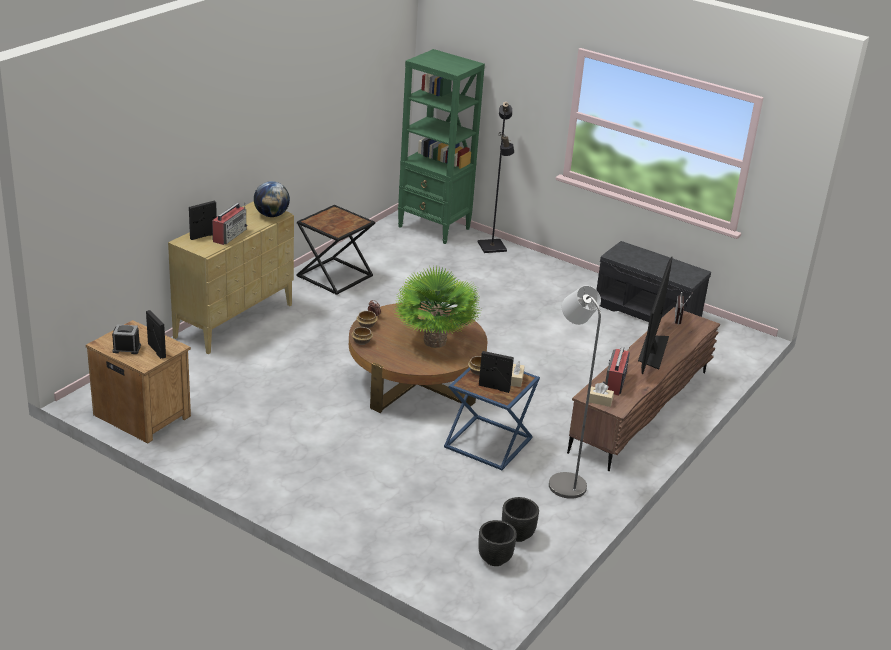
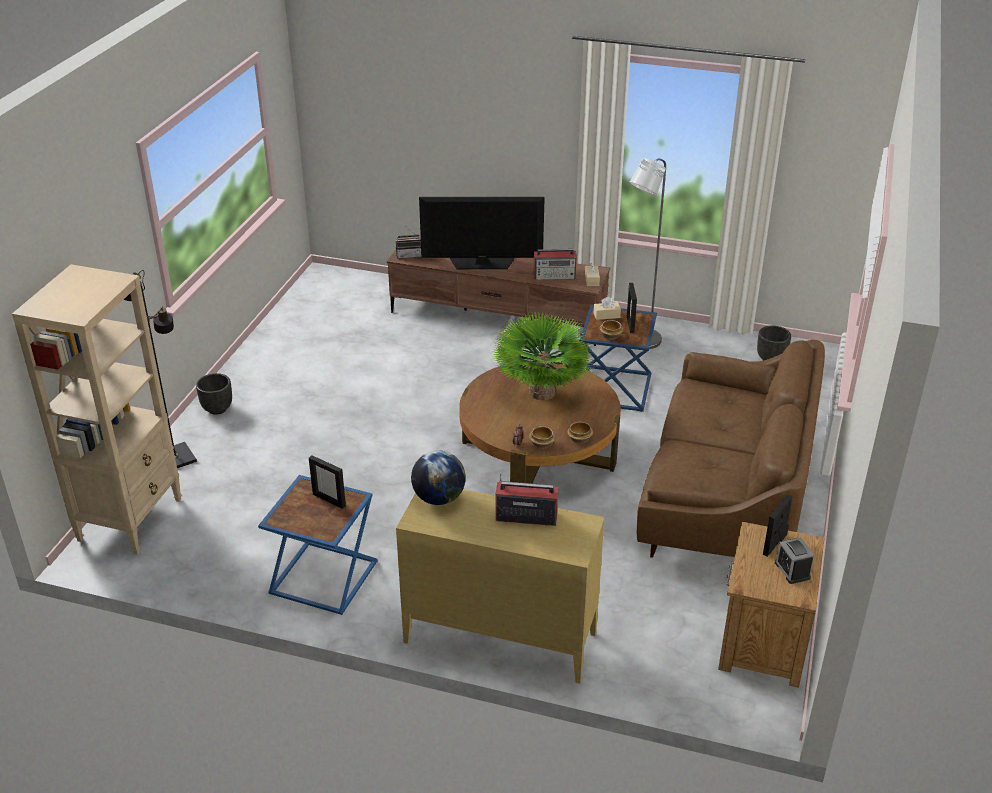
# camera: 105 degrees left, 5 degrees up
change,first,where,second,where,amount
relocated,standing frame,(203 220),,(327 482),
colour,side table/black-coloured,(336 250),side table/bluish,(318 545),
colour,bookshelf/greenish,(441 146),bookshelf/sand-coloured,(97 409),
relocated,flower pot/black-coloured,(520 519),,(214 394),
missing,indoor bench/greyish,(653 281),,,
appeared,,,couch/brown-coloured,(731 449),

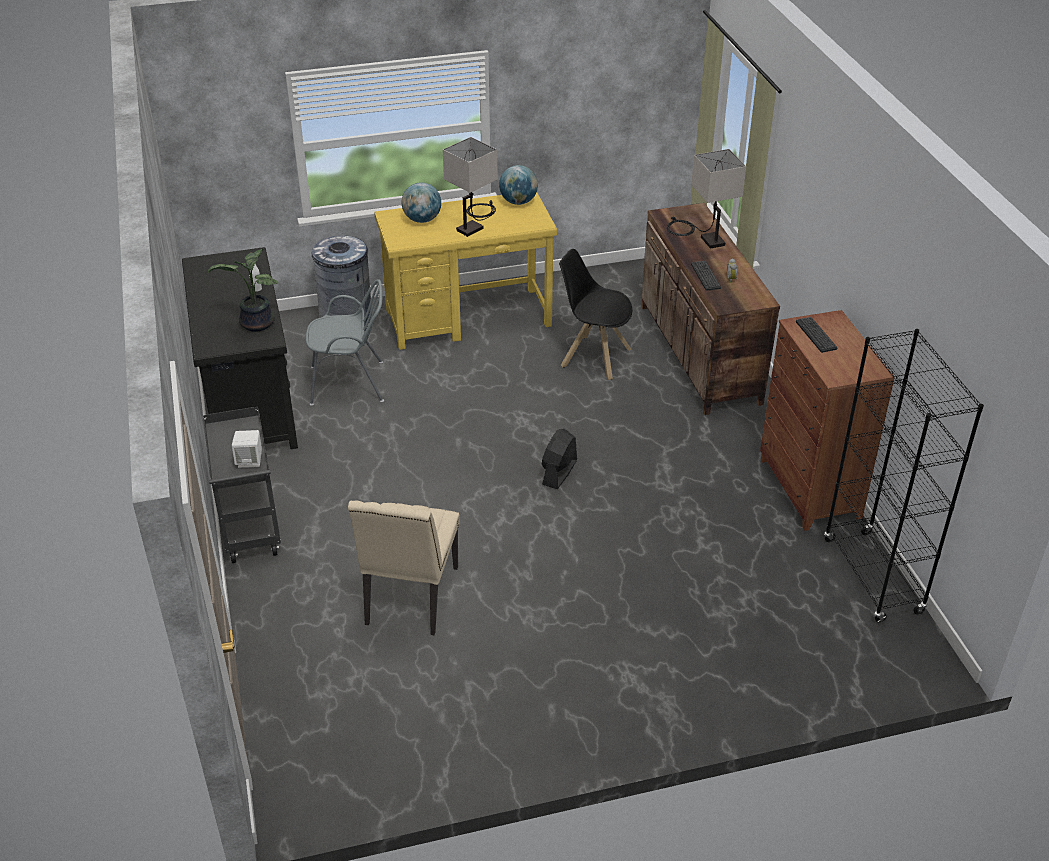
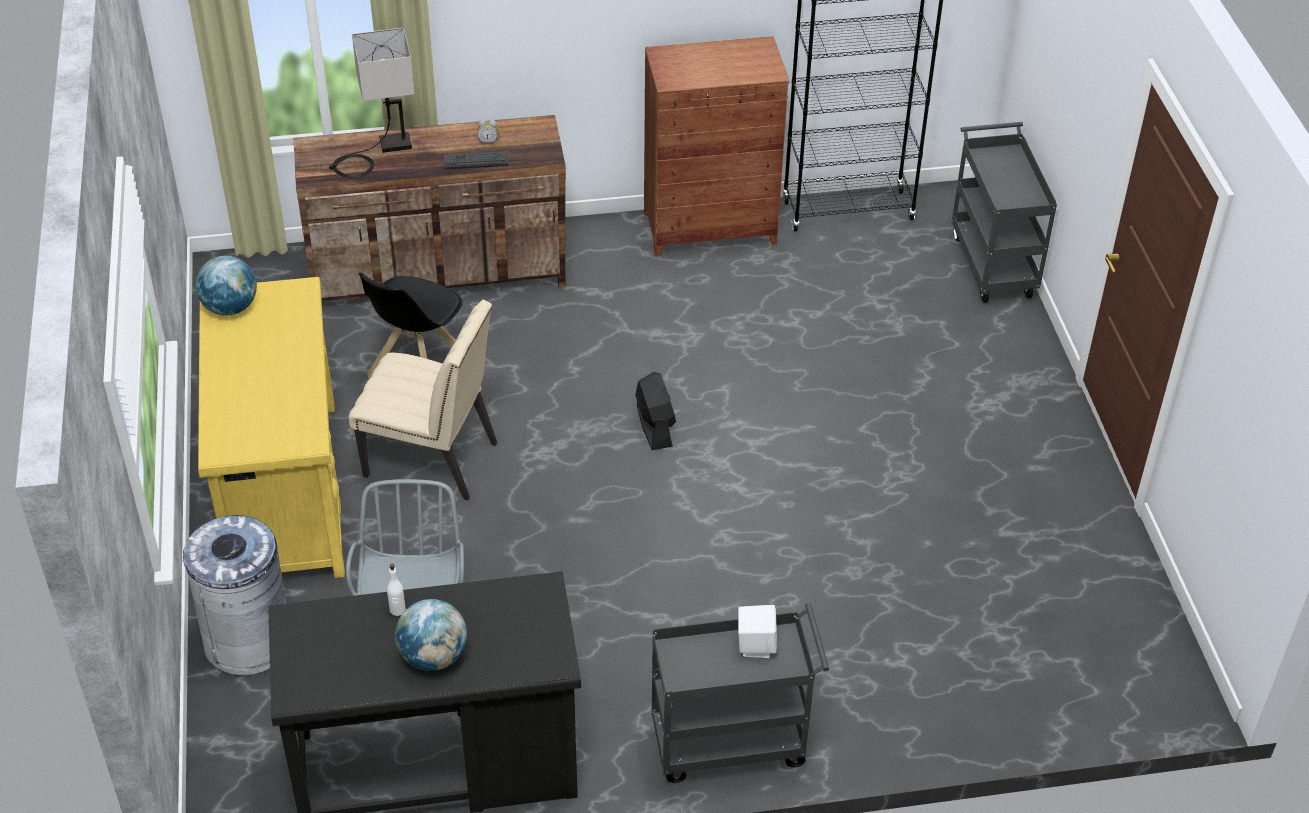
# camera: 85 degrees left, 5 degrees up
change,first,where,second,where,amount
missing,potted plant,(243 290),,,
relocated,plain chair/sand-coloured,(404 568),,(423 400),
relocated,desk globe,(421 203),,(431 635),
missing,table lamp,(470 187),,,
spun,cooling fan/black-coloured,(559 459),,(655 411),135 degrees counterclockwise
missing,PC keyboard,(817 335),,,
appeared,,,trolley/greyish,(1004 212),

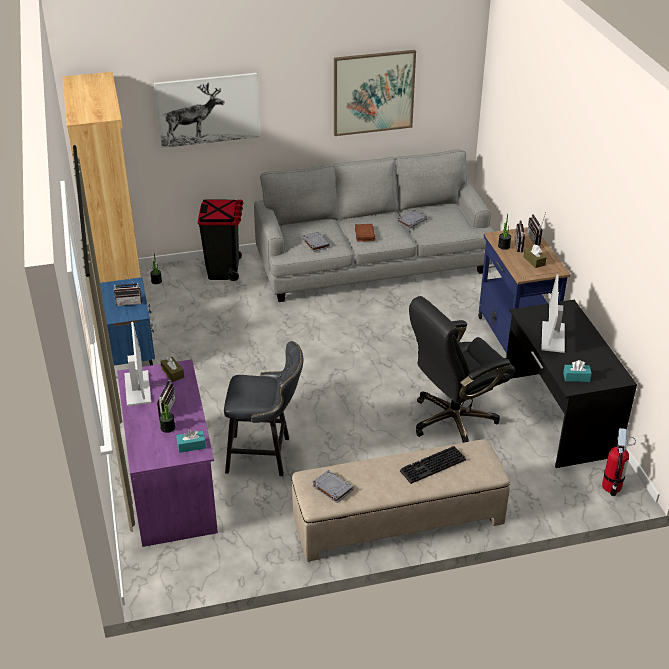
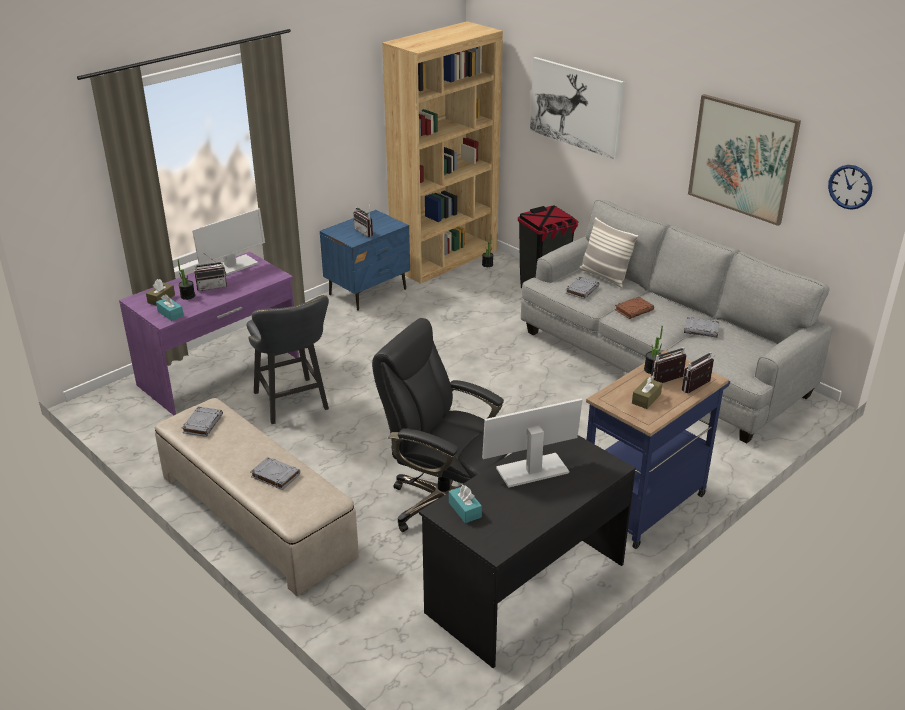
# camera: 60 degrees right, 5 degrees down
change,first,where,second,where,amount
relocated,box of tissues/brown-coloured,(172 369),,(160 292),
exchanged,PC keyboard,(433 465),bound book/greyish,(275 473),
missing,fire extinguisher,(619 462),,,
appeared,,,pillow,(608 252),
appeared,,,clock on the wall,(850 187),

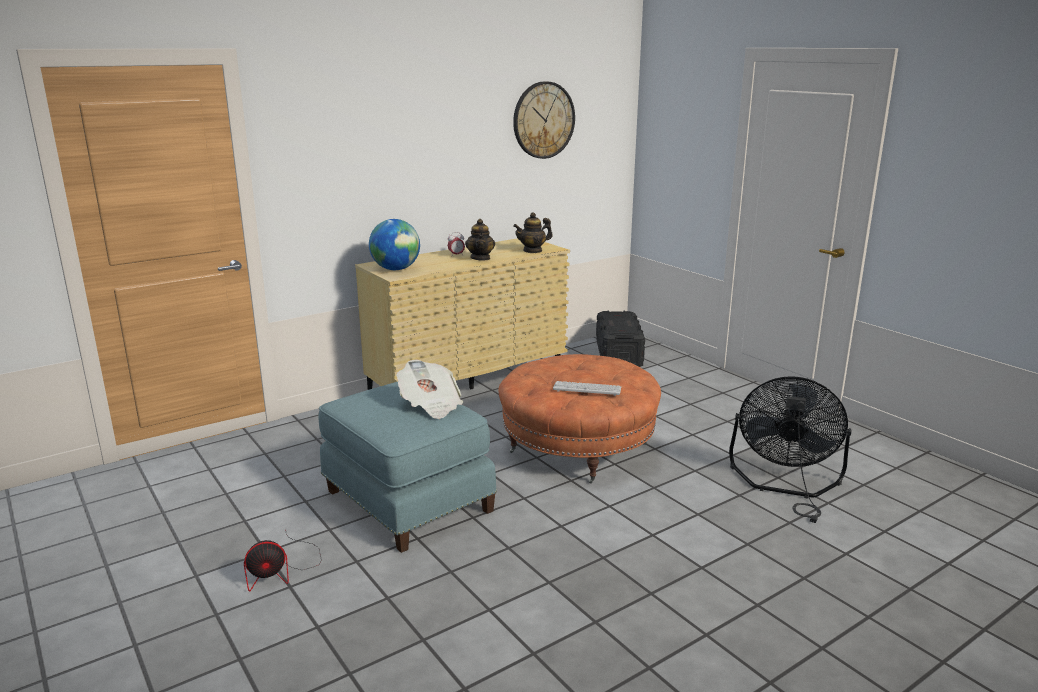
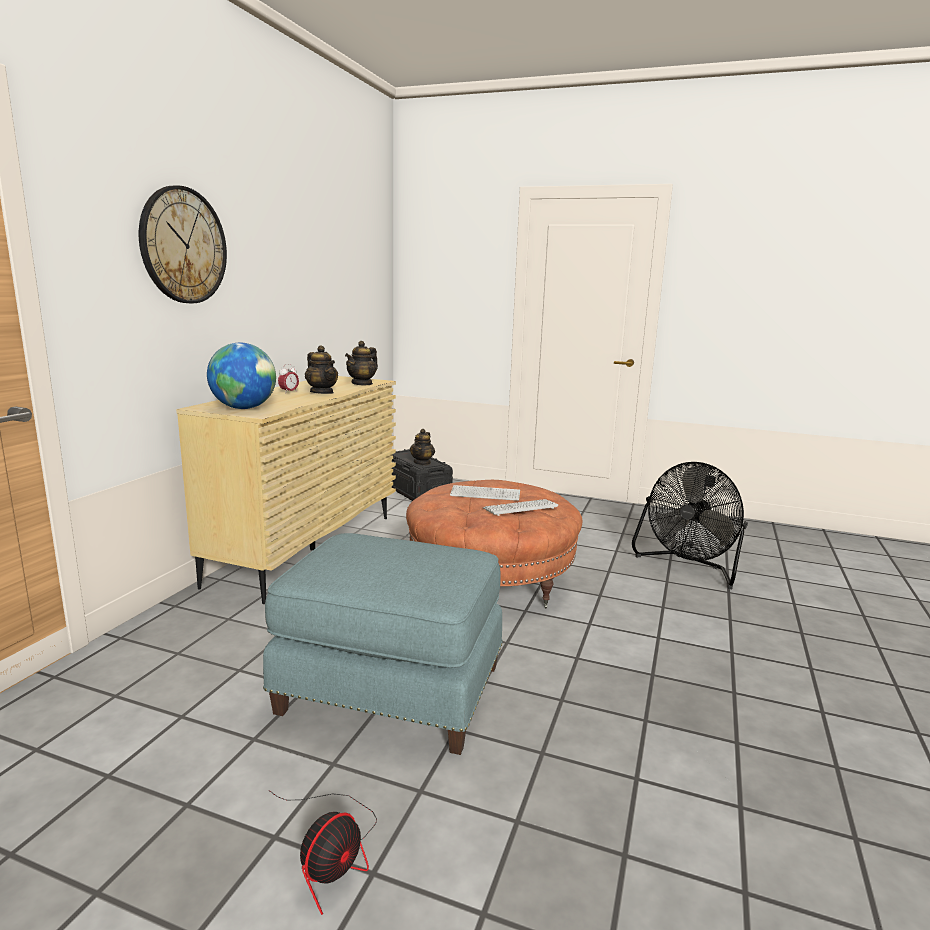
# camera: 35 degrees left, 5 degrees down
change,first,where,second,where,amount
missing,daily paper,(430 389),,,
relocated,clock on the wall,(544 120),,(183 244),
spun,cooling fan/black-coloured,(790 450),,(690 525),120 degrees counterclockwise
appeared,,,teapot,(422 447),
appeared,,,PC keyboard,(485 493),

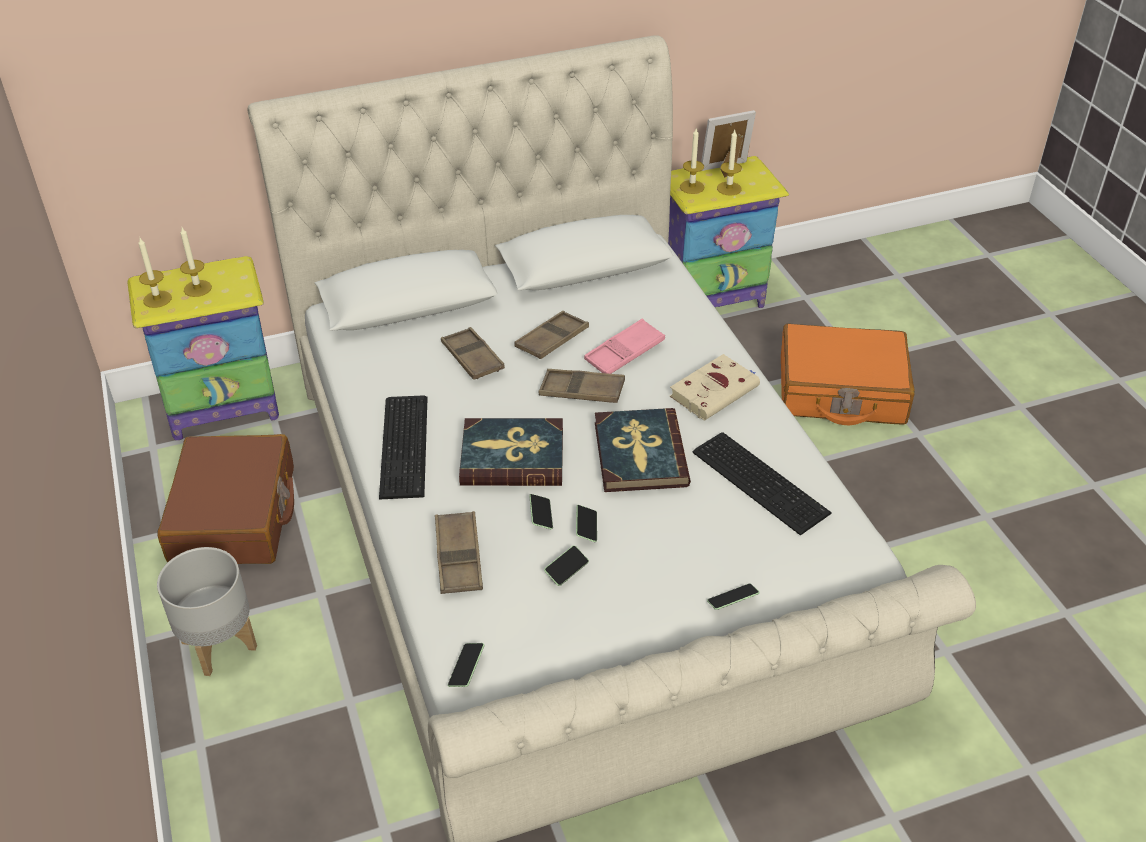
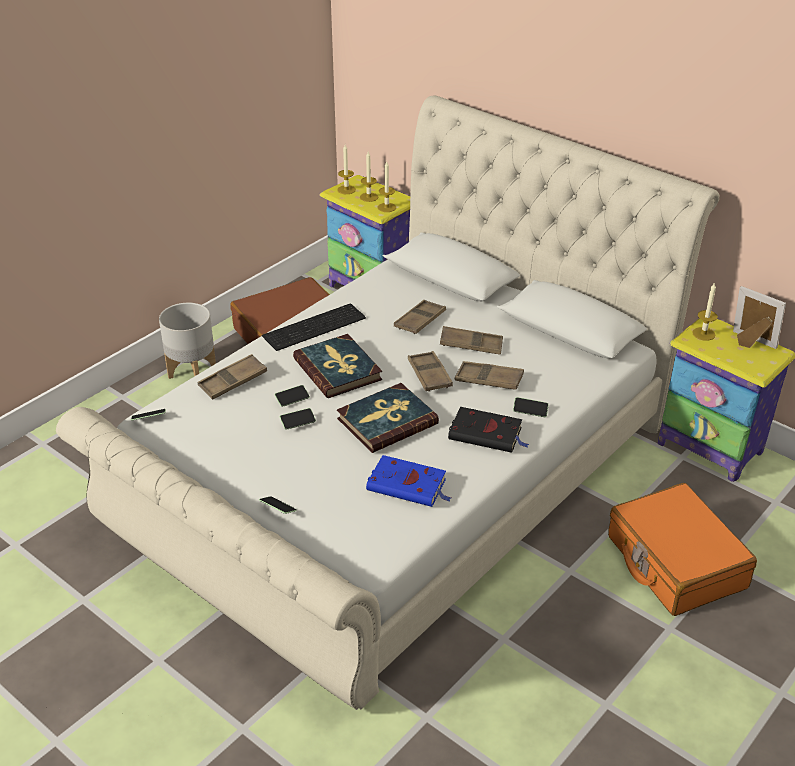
# camera: 60 degrees right, 5 degrees down
change,first,where,second,where,amount
relocated,handset,(566 565),,(531 407),
colour,serving tray/pinkish,(624 346),serving tray/brown-coloured,(489 375),
colour,bound book/sand-coloured,(714 387),bound book/black-coloured,(488 430),
exchanged,PC keyboard,(762 483),bound book/bluish,(408 481),
relocated,wax candle,(729 163),,(387 186),

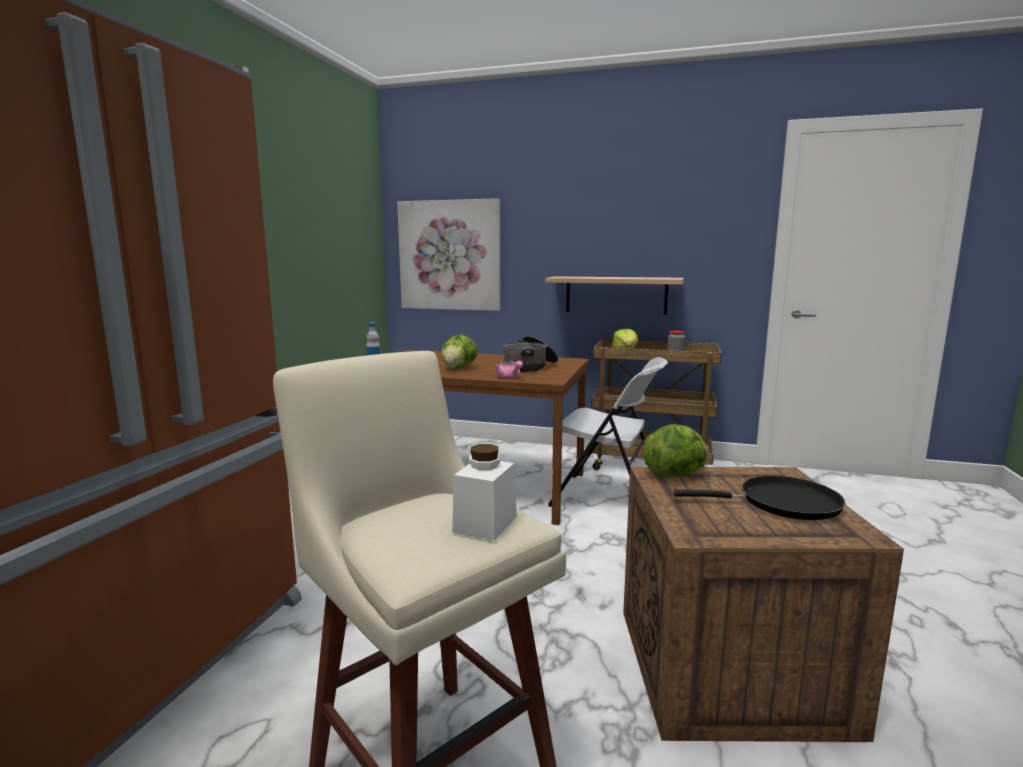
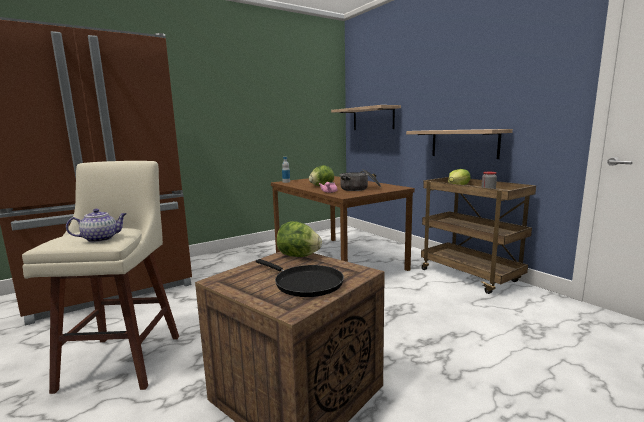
# camera: 40 degrees right, 0 degrees up
change,first,where,second,where,amount
exchanged,wall picture,(449 254),bracket shelf,(366 117),
exchanged,jar/whitish,(484 492),teapot,(96 225),
missing,plain chair/whitish,(608 432),,,

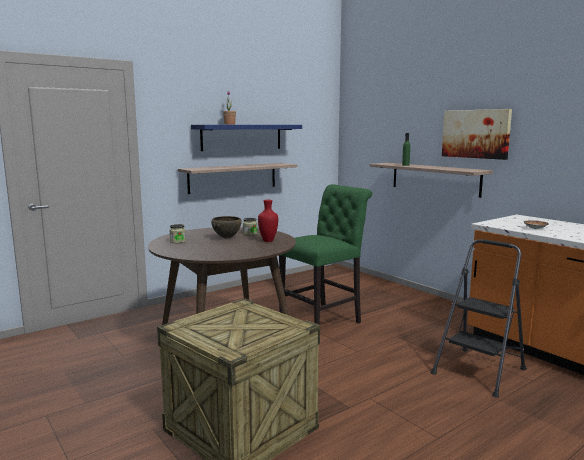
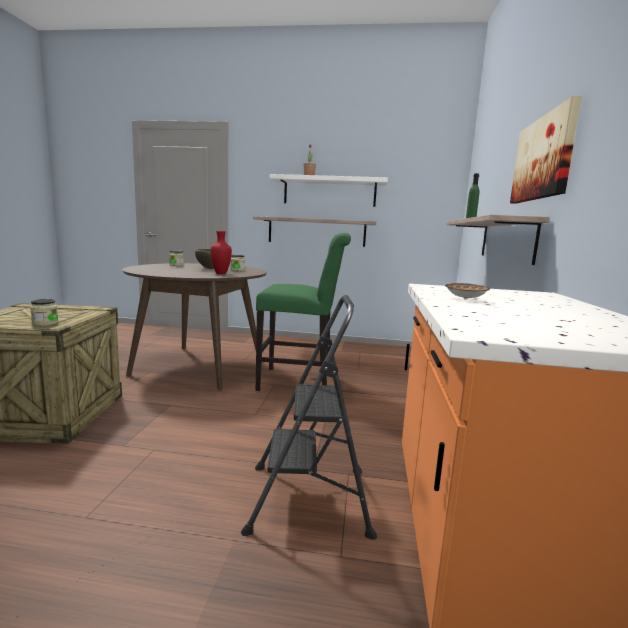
# camera: 45 degrees right, 0 degrees up
change,first,where,second,where,amount
colour,bracket shelf/bluish,(246 138),bracket shelf/whitish,(329 190),
appeared,,,jar,(44 312),

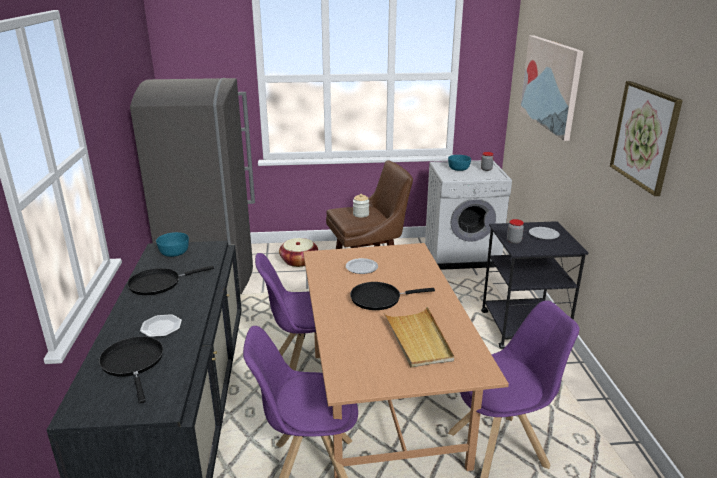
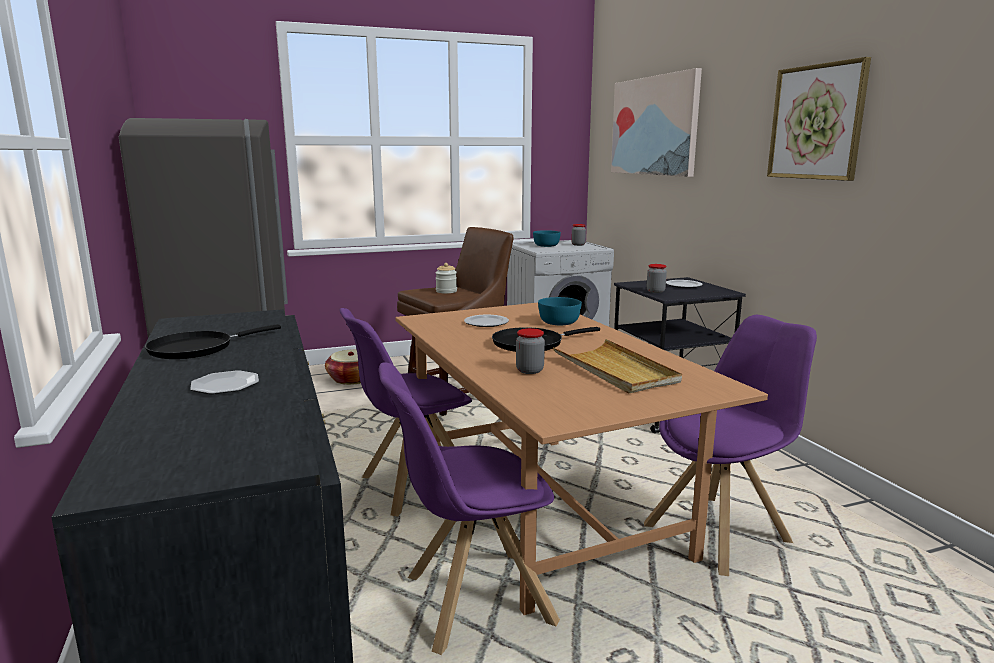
# camera: 15 degrees left, 10 degrees down
change,first,where,second,where,amount
missing,pan/black-coloured,(131 369),,,
relocated,serving bowl/turquoise,(172 244),,(560 311),
appeared,,,jar,(530 351),

